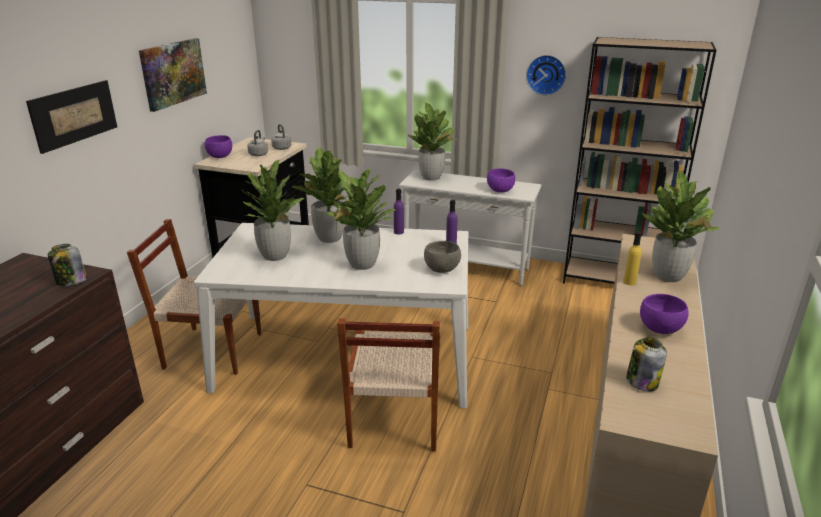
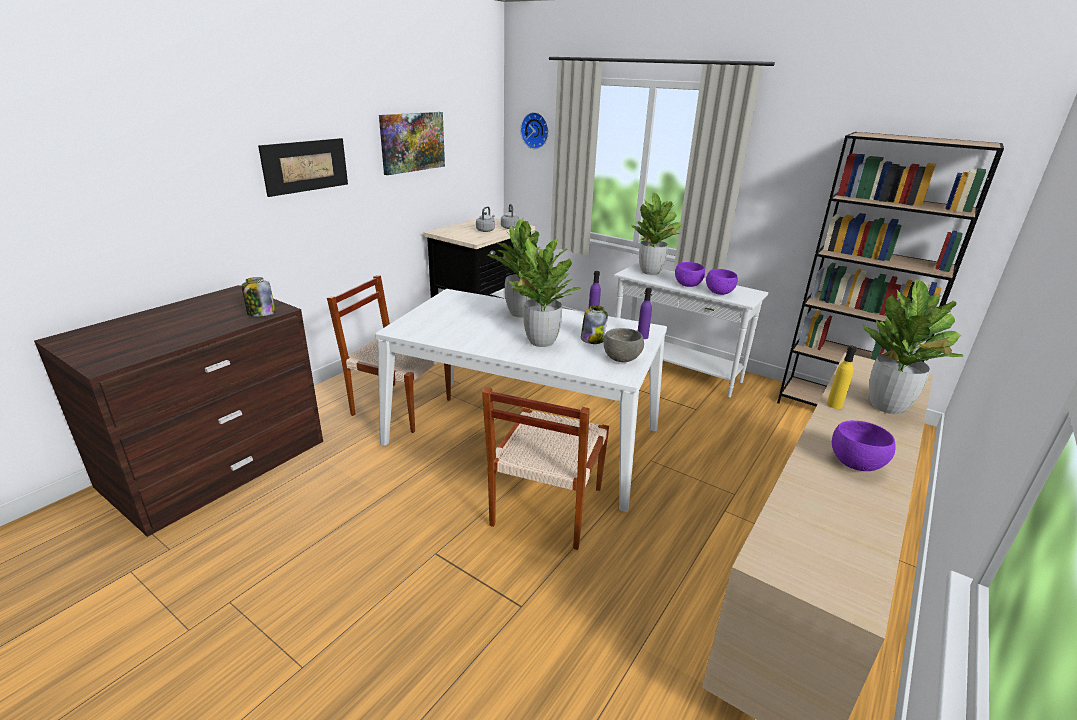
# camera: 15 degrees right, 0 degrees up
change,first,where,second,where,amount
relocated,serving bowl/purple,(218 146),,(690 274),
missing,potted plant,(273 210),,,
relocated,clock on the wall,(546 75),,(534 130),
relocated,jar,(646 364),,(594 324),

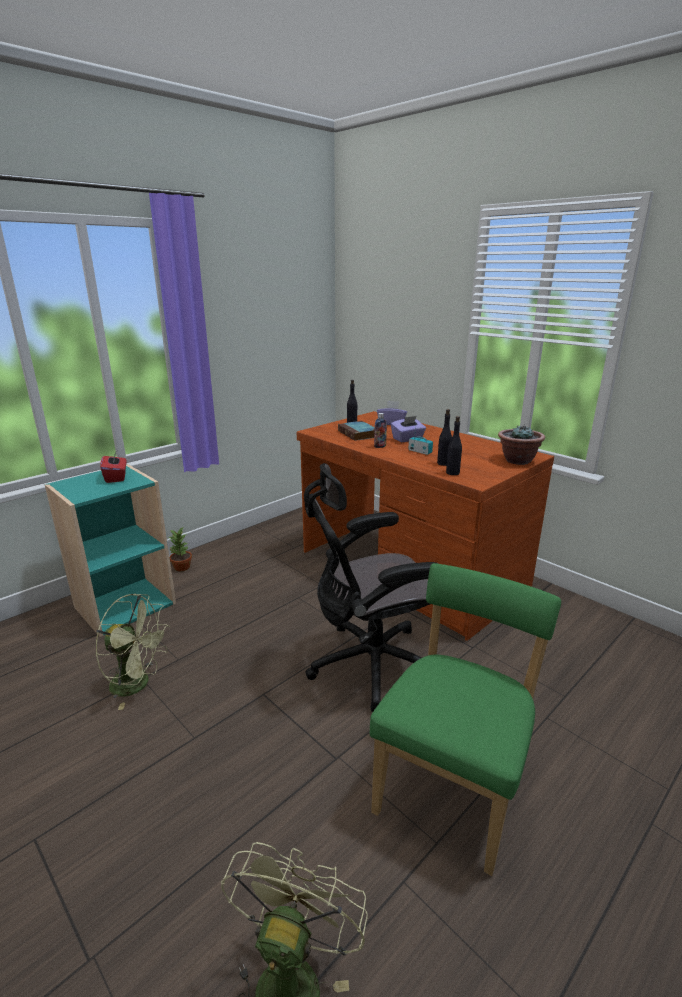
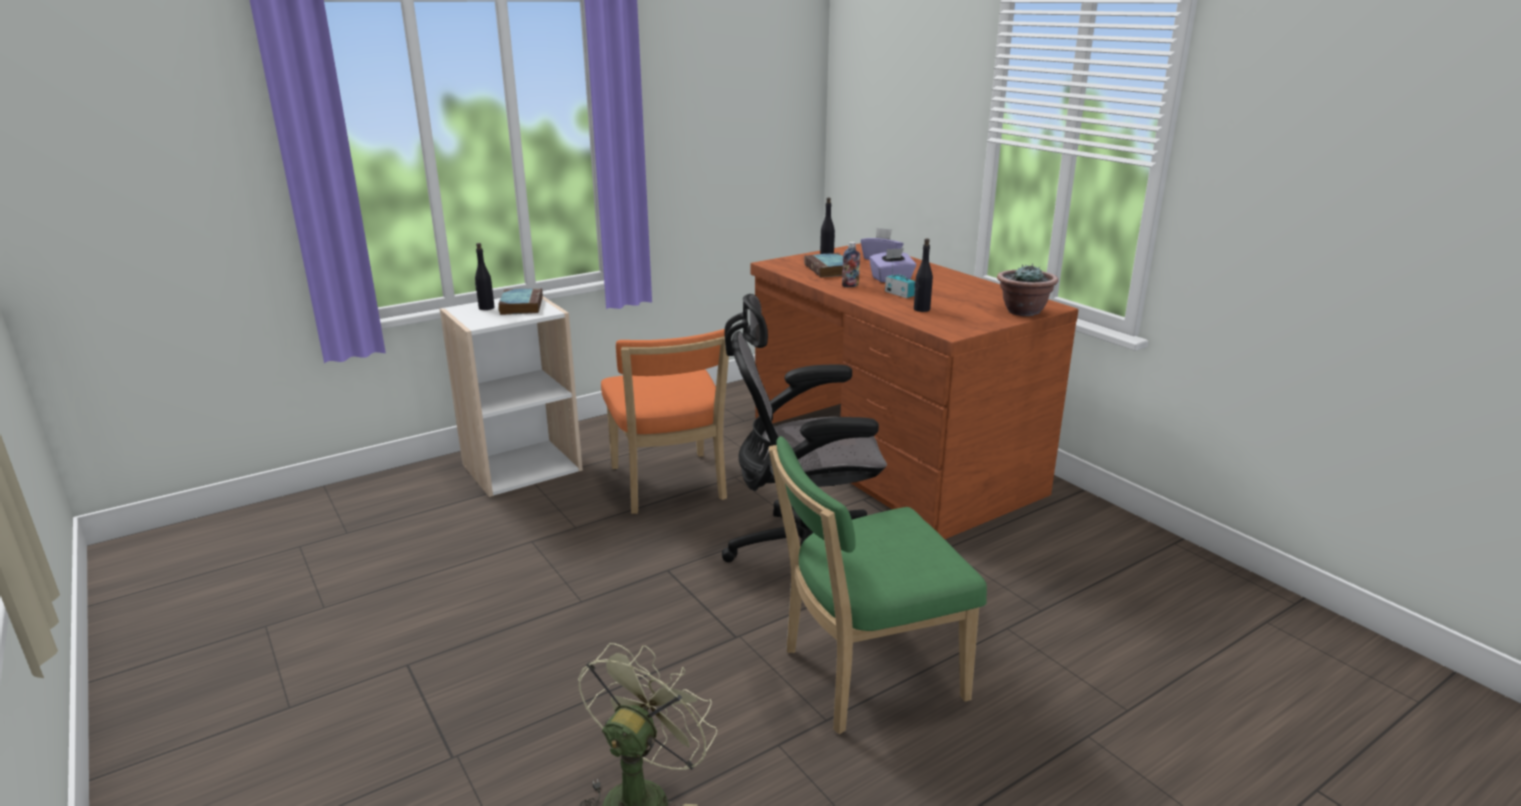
# camera: 10 degrees right, 0 degrees up
change,first,where,second,where,amount
colour,bookshelf/turquoise,(110 550),bookshelf/whitish,(511 396),
missing,cooling fan/greenish,(132 652),,,
exchanged,box of tissues/reddish,(113 466),bound book,(520 301),
missing,potted plant,(180 549),,,
spun,plain chair/greenish,(465 719),,(878 585),150 degrees counterclockwise
relocated,beverage bottle/black-coloured,(454 445),,(485 276),
appeared,,,plain chair/orange,(665 421),

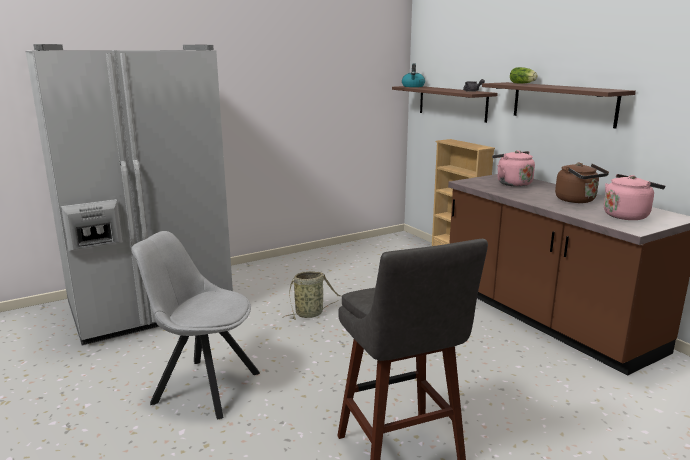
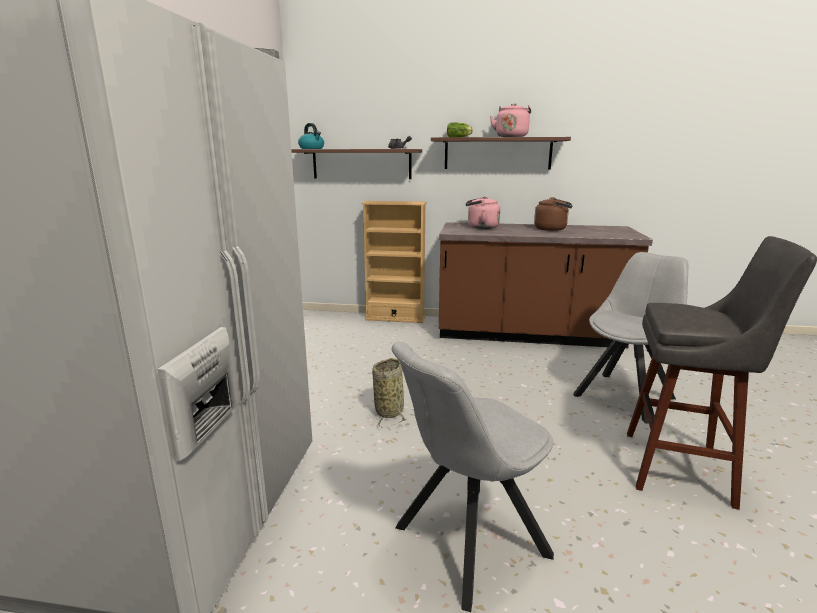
# camera: 50 degrees left, 0 degrees up
change,first,where,second,where,amount
relocated,tea kettle/pinkish,(634 197),,(510 120),
appeared,,,plain chair/greyish,(631 338),

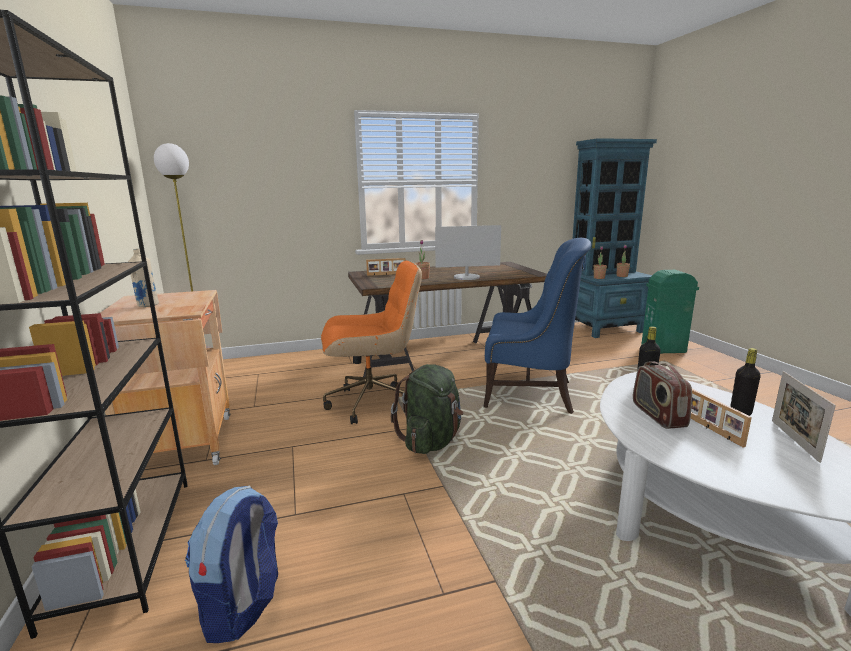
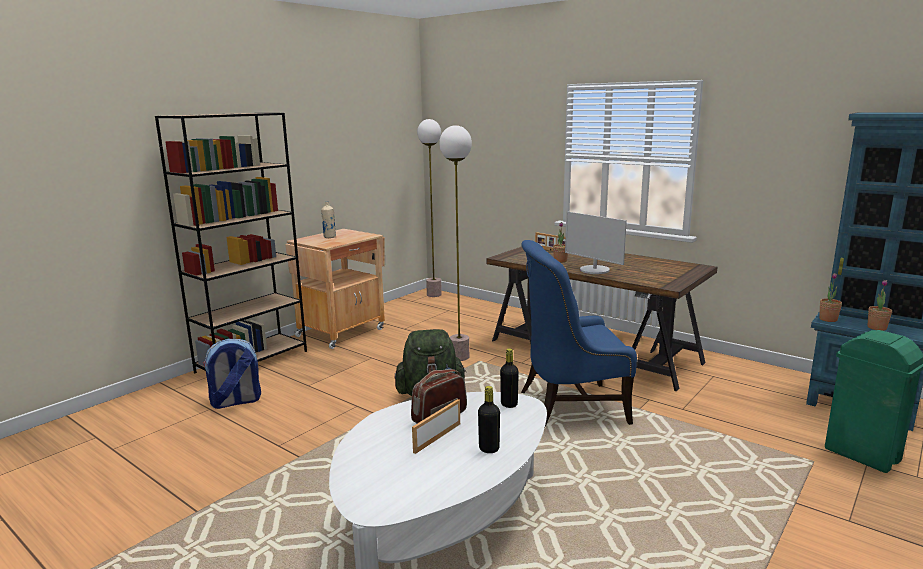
# camera: 55 degrees right, 0 degrees up
change,first,where,second,where,amount
exchanged,computer chair/orange,(371 342),standard lamp,(455 243),
spun,plain chair/bluish,(537 326),,(579 334),105 degrees clockwise
missing,standing frame,(804 417),,,

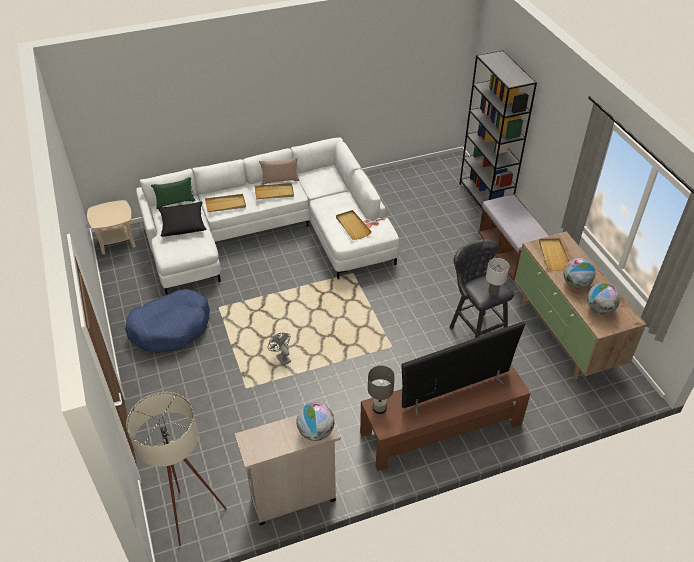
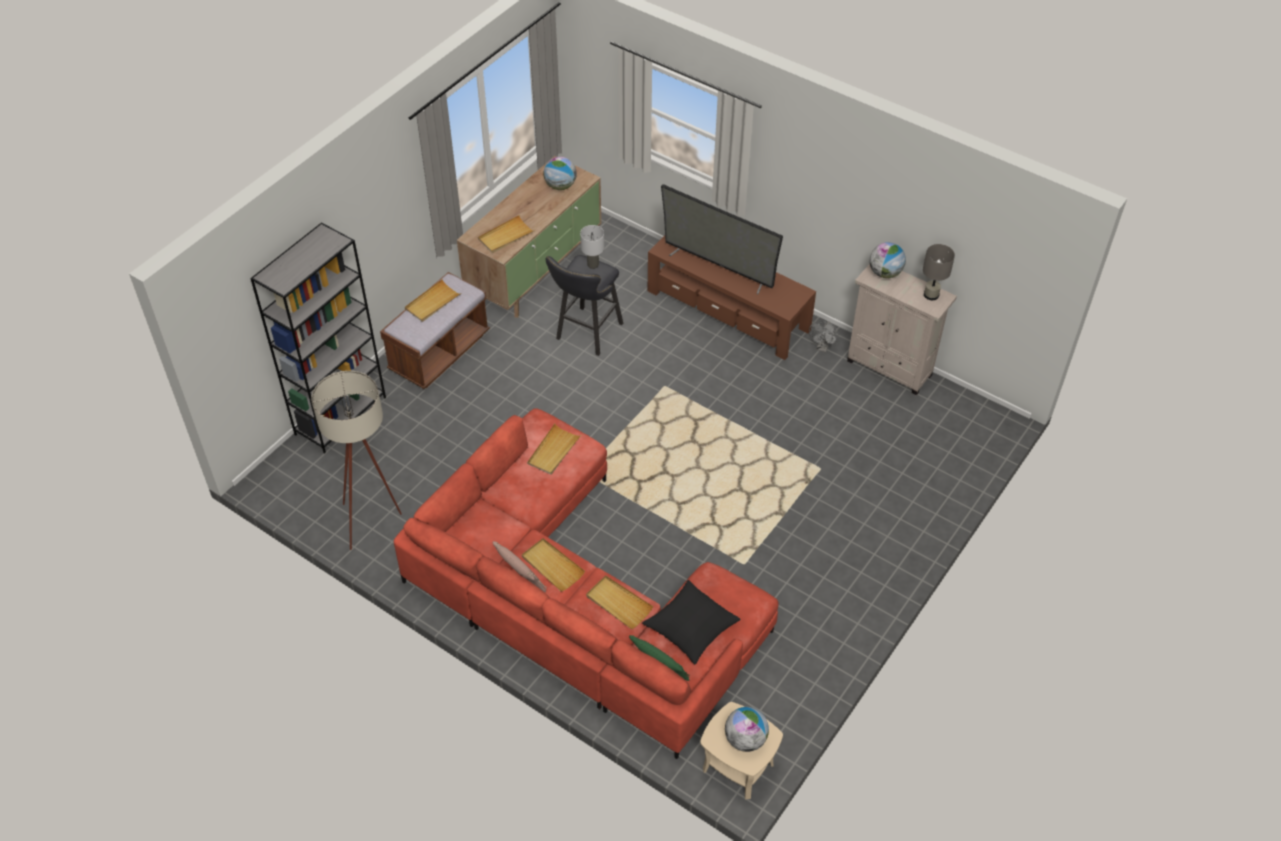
# camera: 125 degrees left, 5 degrees up
change,first,where,second,where,amount
missing,dog bed/bluish,(167 321),,,
relocated,standard lamp/sand-coloured,(176 469),,(357 460),
colour,couch/whitish,(267 216),couch/reddish,(586 583),
relocated,cooling fan/greyish,(279 349),,(824 336),
relocated,table lamp/greyish,(381 390),,(939 272),
relocated,desk globe,(579 273),,(747 729),
appeared,,,serving tray/sand-coloured,(433 300),

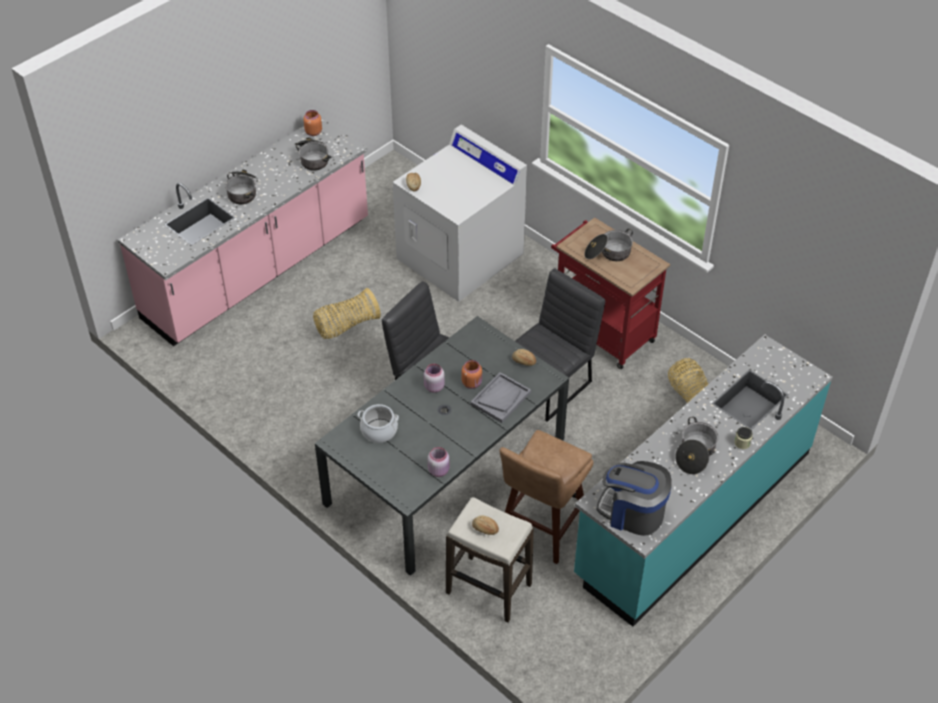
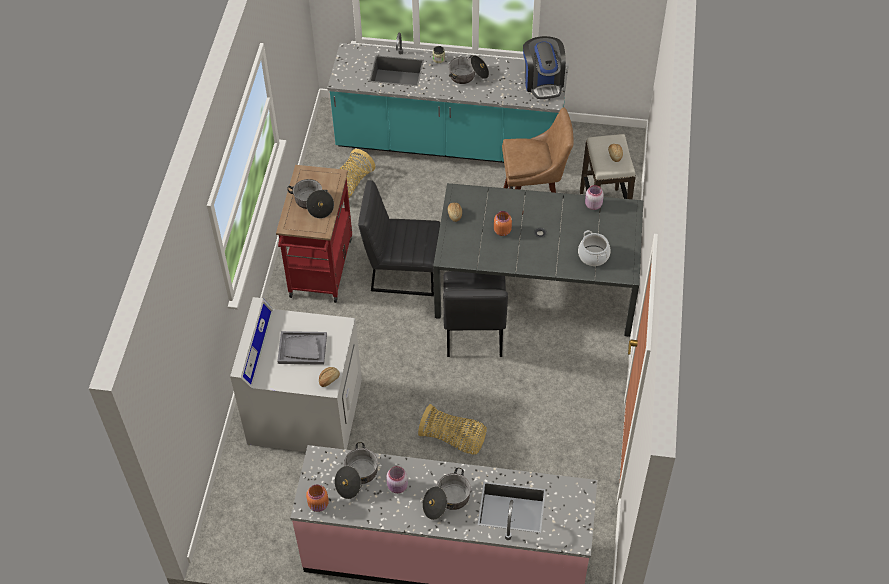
# camera: 125 degrees left, 5 degrees up
change,first,where,second,where,amount
relocated,jar/pinkish,(434 378),,(397 479),
relocated,serving tray/greyish,(501 397),,(302 348),

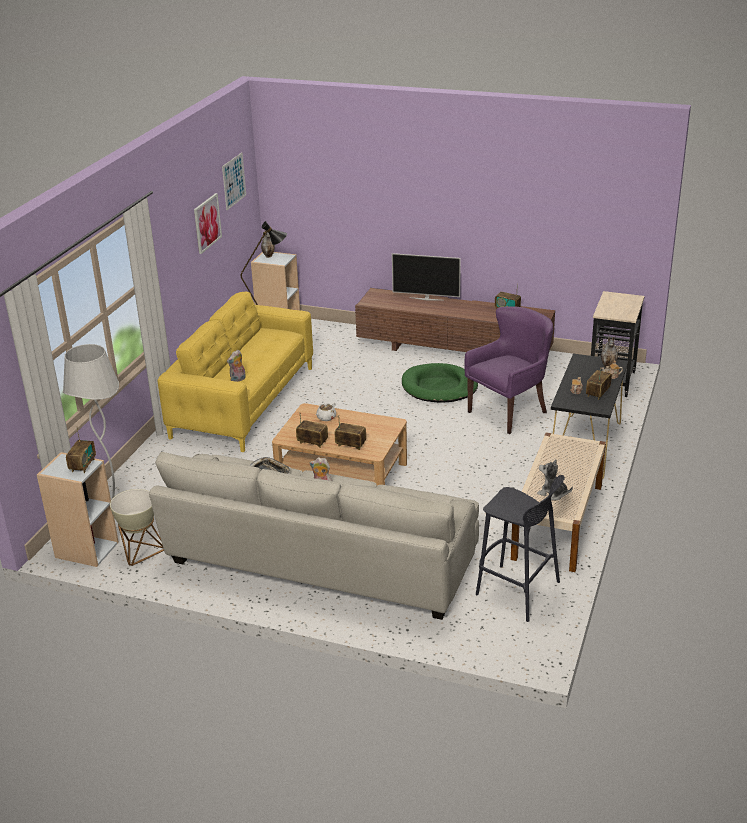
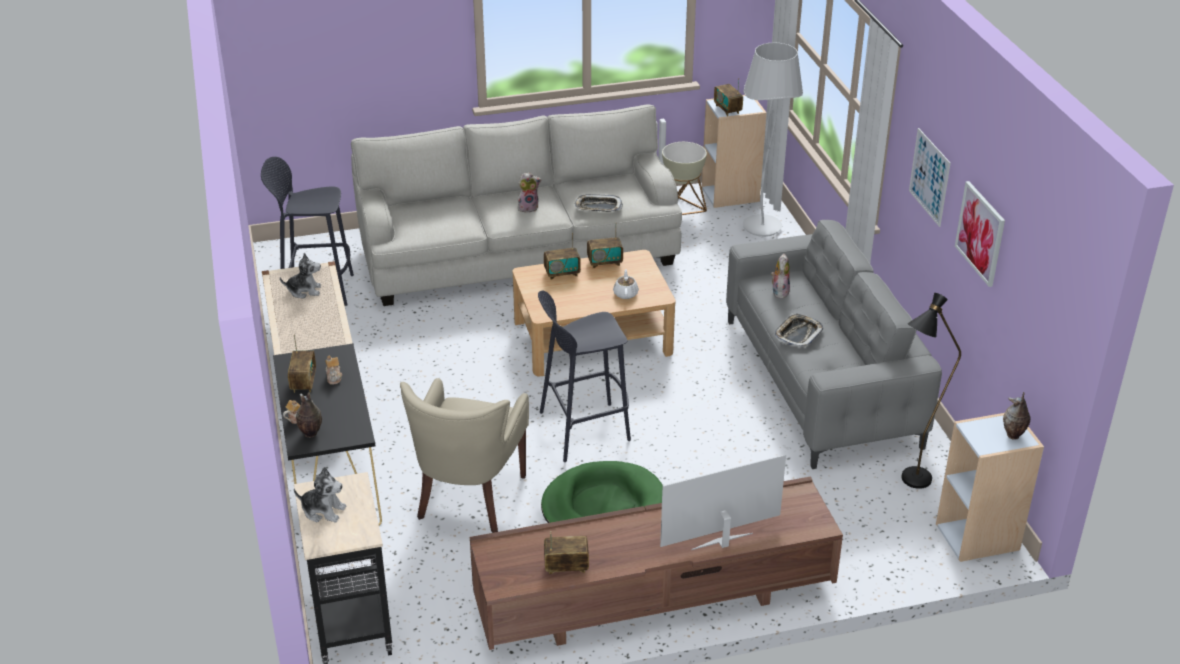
# camera: 145 degrees right, 5 degrees up
change,first,where,second,where,amount
colour,couch/yellowish,(235 372),couch/greyish,(834 344),
relocated,wall picture,(234 181),,(930 177),
colour,easy chair/purple,(508 370),easy chair/sand-coloured,(464 455),
appeared,,,soft toy,(320 494),
appeared,,,stool seat/greyish,(584 376),
appeared,,,serving tray,(799 330),

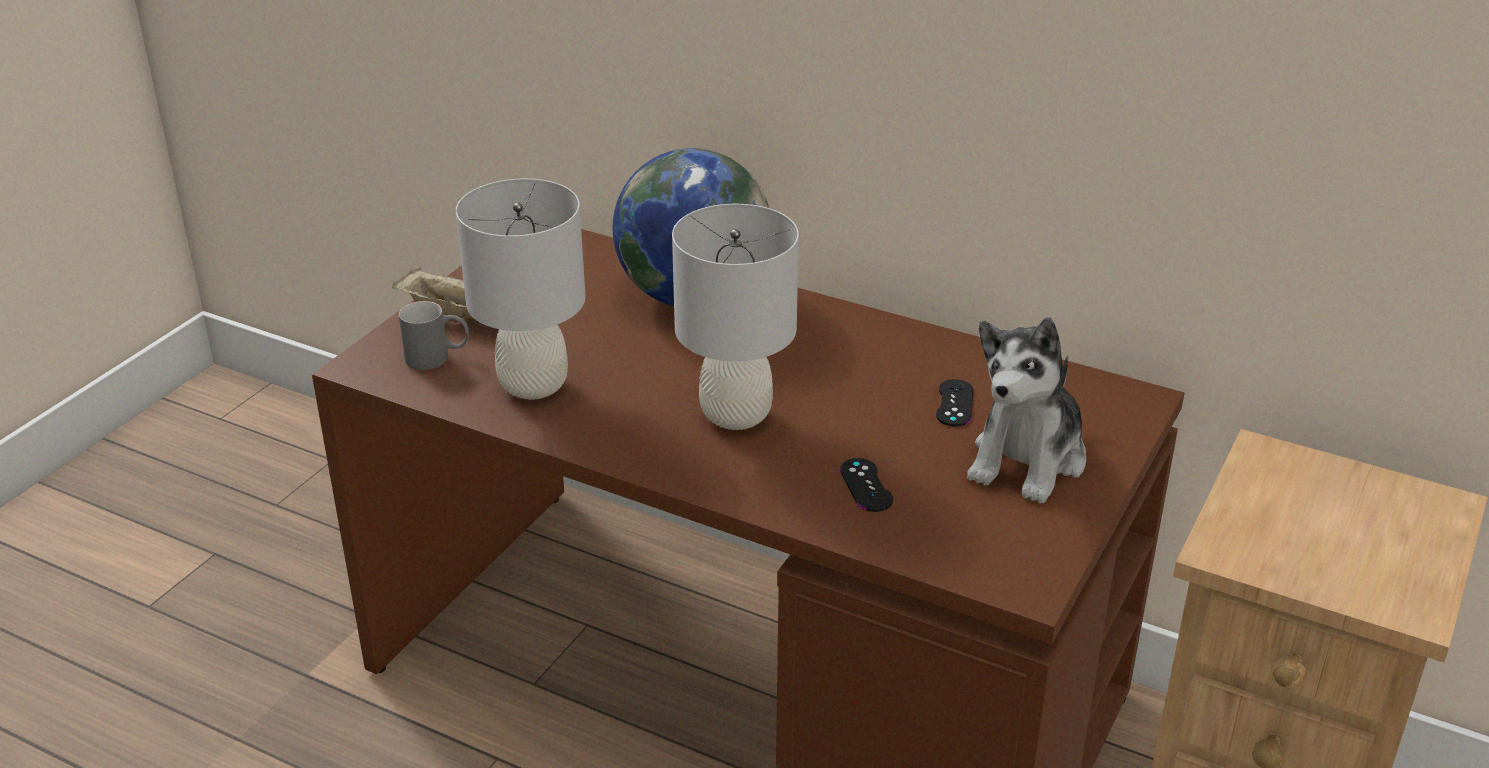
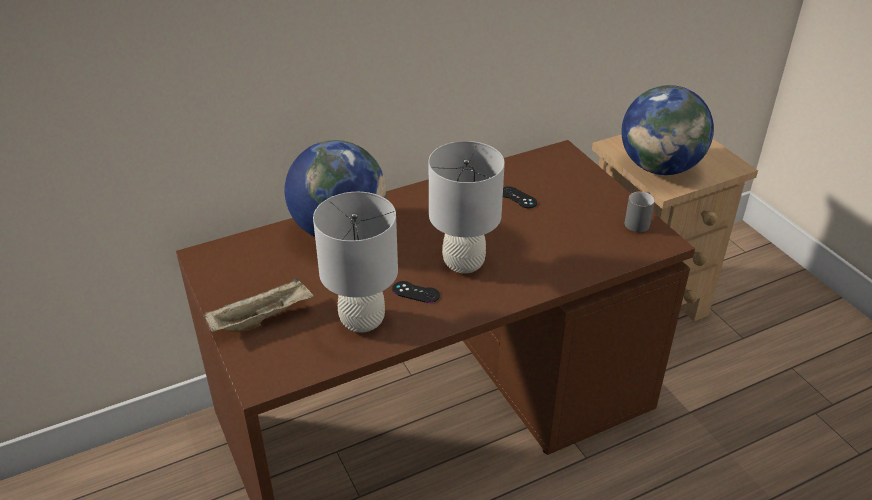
# camera: 55 degrees left, 5 degrees up
change,first,where,second,where,amount
relocated,coffee mug/greyish,(433 335),,(640 212),
relocated,joypad/black-coloured,(866 485),,(416 292),
missing,soft toy,(1026 410),,,
appeared,,,desk globe,(667 130),

